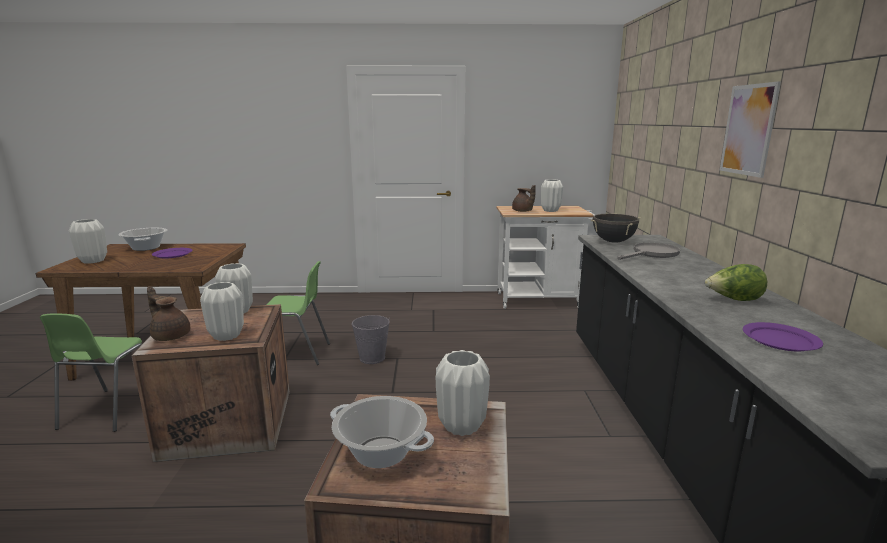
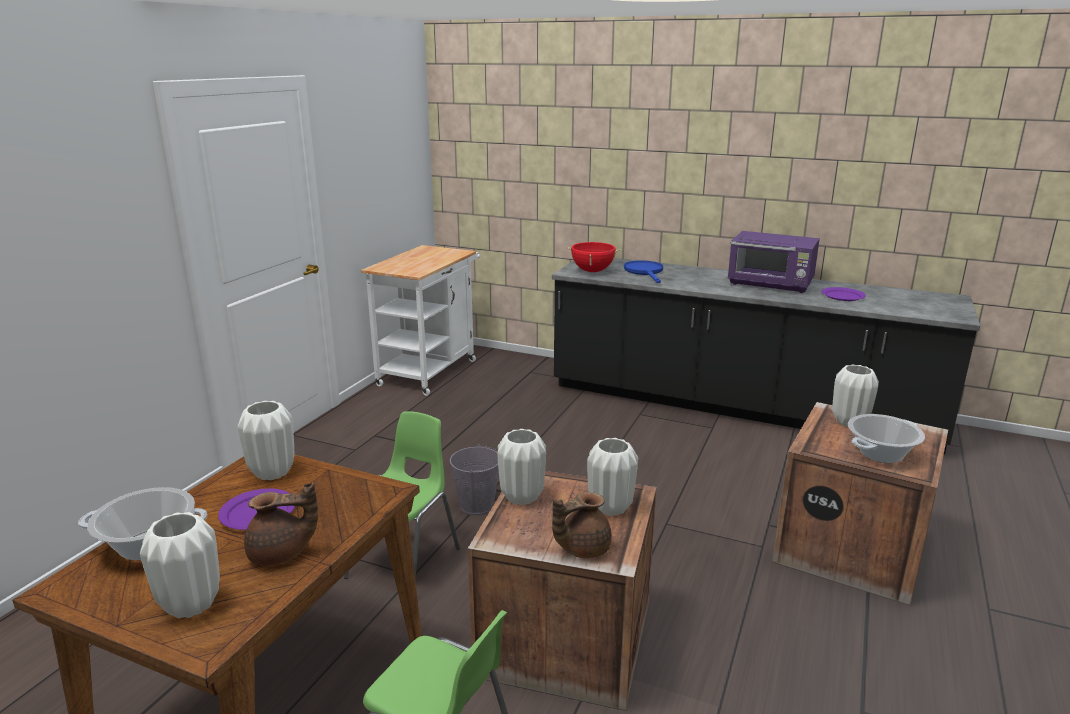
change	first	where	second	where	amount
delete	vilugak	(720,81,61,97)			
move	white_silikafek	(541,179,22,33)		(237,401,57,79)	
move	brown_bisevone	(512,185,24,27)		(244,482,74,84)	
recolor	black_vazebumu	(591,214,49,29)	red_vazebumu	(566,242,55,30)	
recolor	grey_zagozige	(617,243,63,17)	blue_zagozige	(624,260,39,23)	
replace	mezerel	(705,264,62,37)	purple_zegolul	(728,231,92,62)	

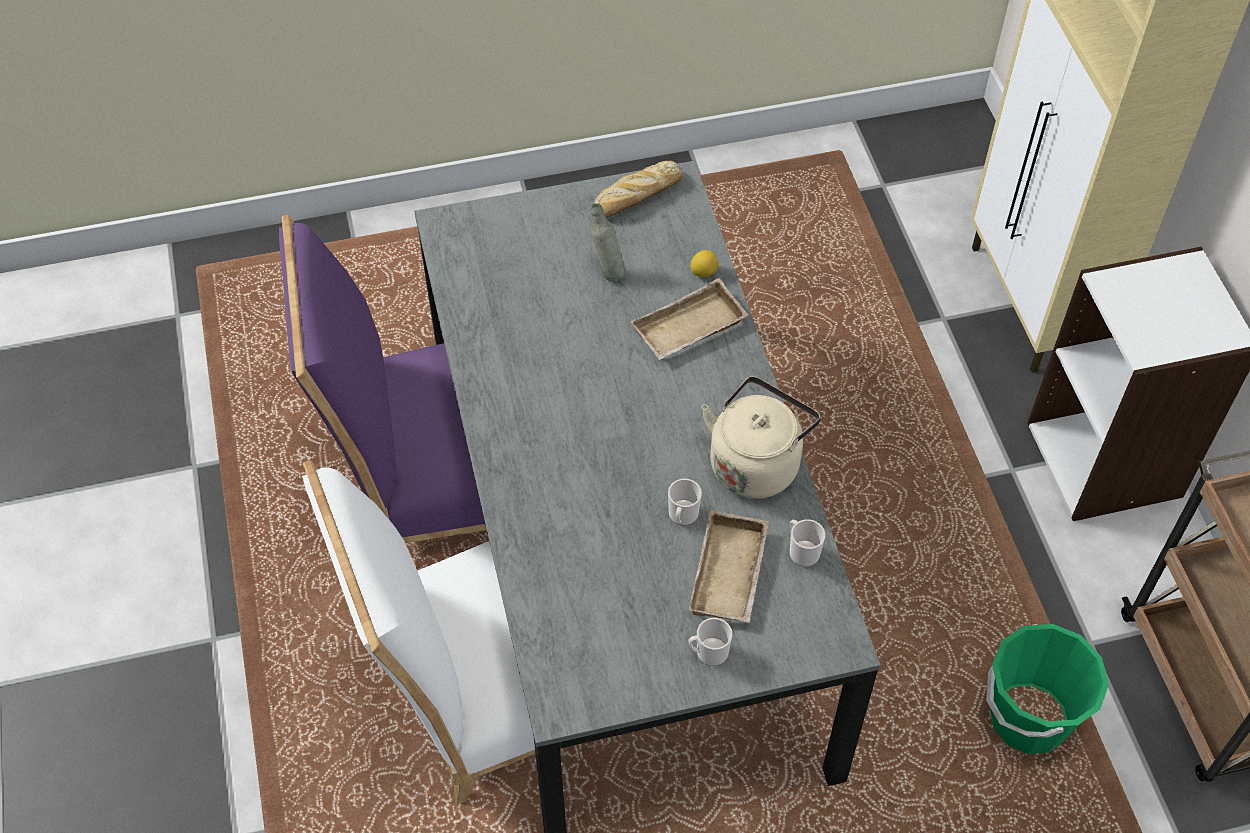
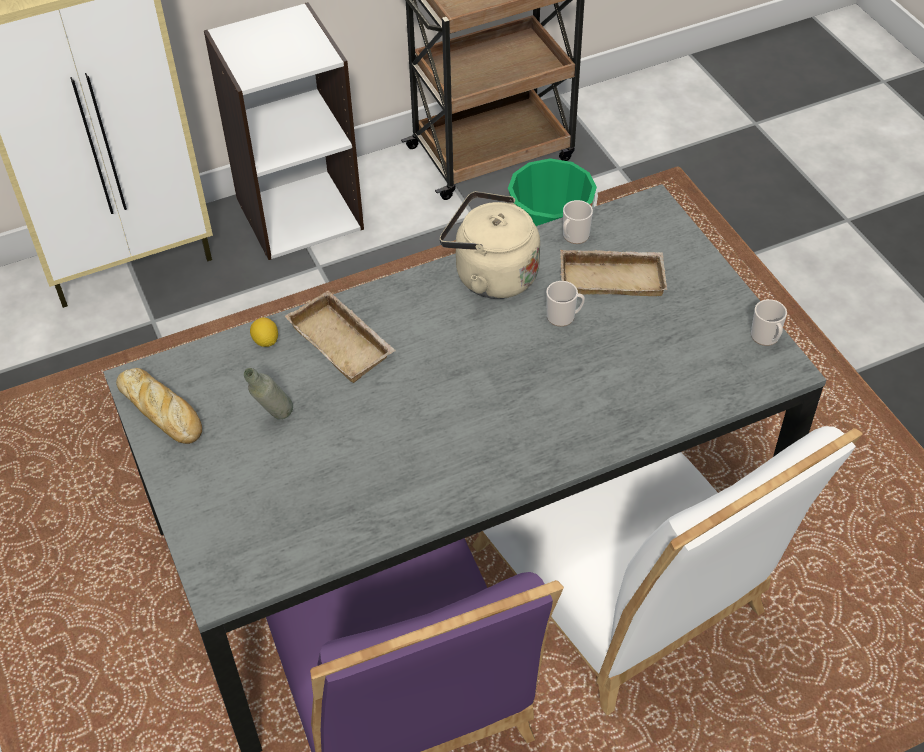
change	first	where	second	where	amount
move	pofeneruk	(689,618,43,48)		(751,299,36,47)	

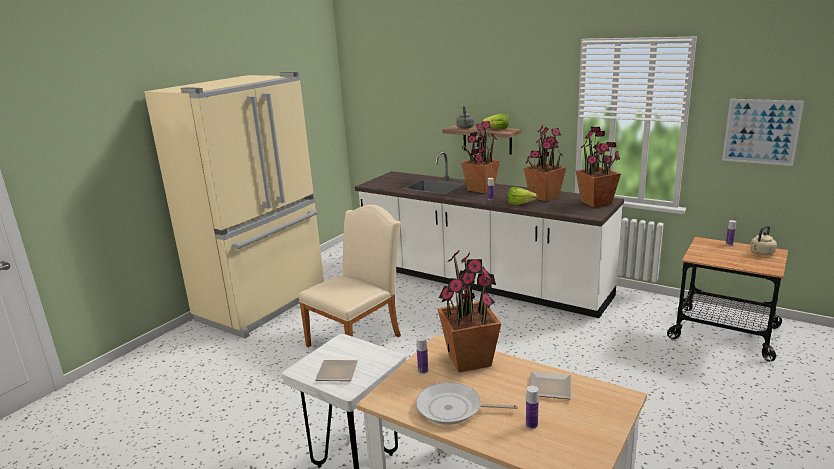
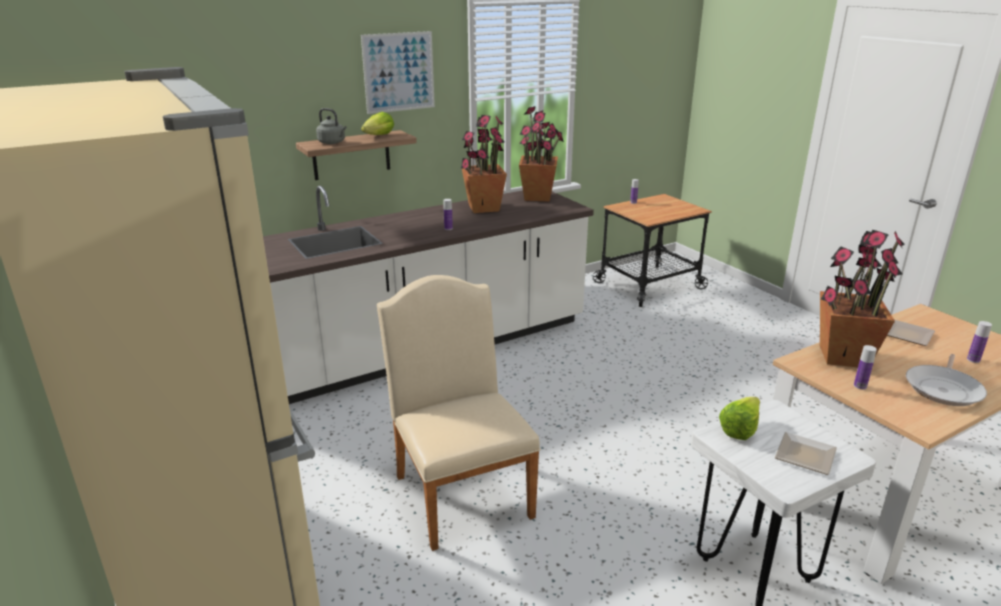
change	first	where	second	where	amount
move	vilugak	(722,99,82,67)		(361,31,74,83)	
delete	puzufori	(461,121,39,72)			
move	mezerel	(508,187,29,18)		(719,397,41,43)	
delete	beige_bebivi	(750,226,27,29)			

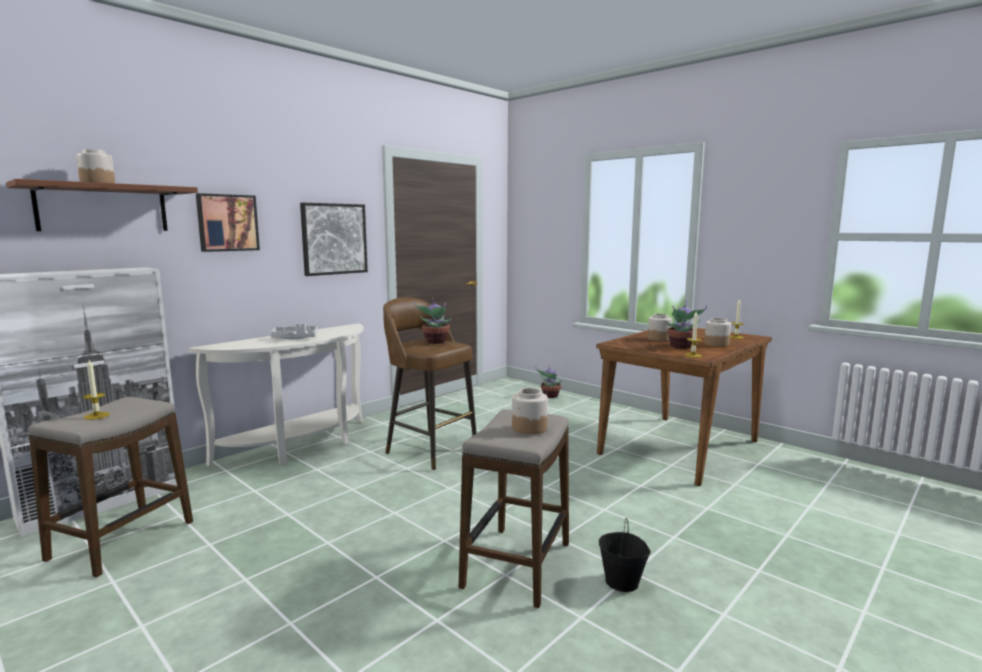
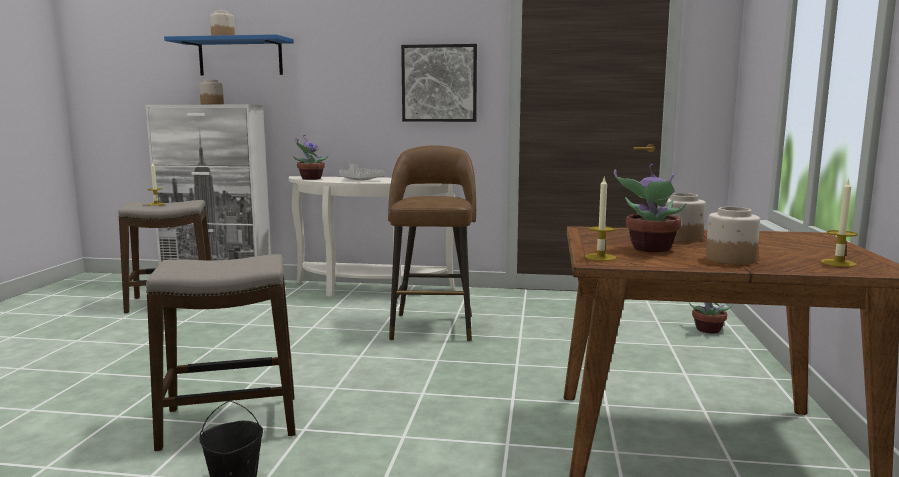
change	first	where	second	where	amount
recolor	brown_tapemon	(6,179,192,52)	blue_tapemon	(164,34,130,41)	
delete	vilugak	(196,193,64,59)			
move	puzufori	(414,298,38,46)		(292,135,37,45)	
move	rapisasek	(512,388,36,46)		(199,79,25,26)	

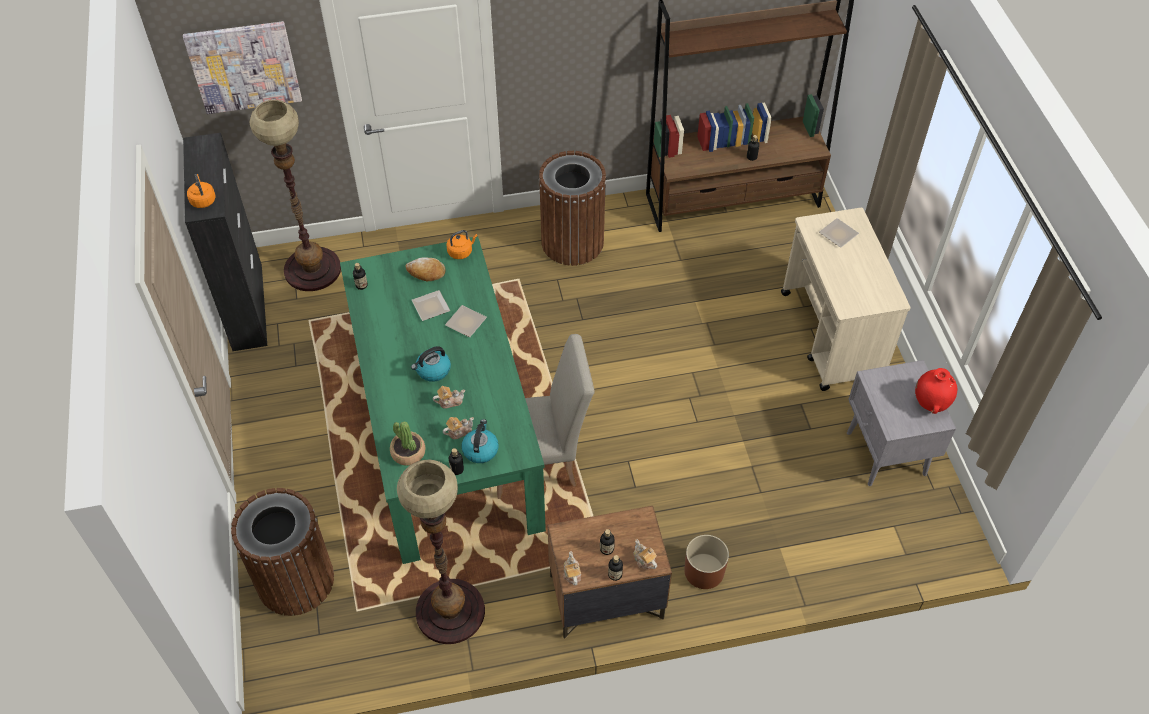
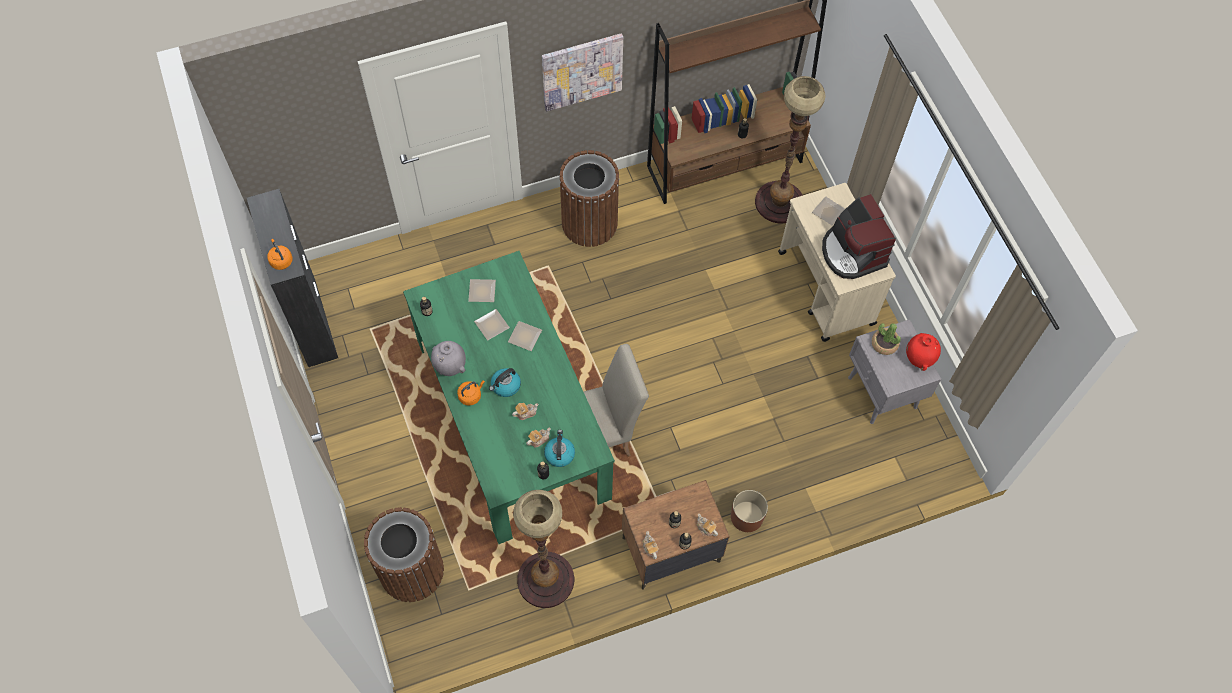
change	first	where	second	where	amount
move	vilugak	(183,21,119,93)		(542,33,81,79)	
move	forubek	(250,100,91,191)		(755,76,70,148)	
move	orange_bebivi	(447,230,31,29)		(457,380,28,26)	
replace	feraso	(405,257,41,24)	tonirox	(468,279,28,23)	
move	puzufori	(390,421,36,45)		(872,323,29,32)	
insert			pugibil	(822,194,74,85)	
insert			grey_silikafek	(431,341,35,35)	

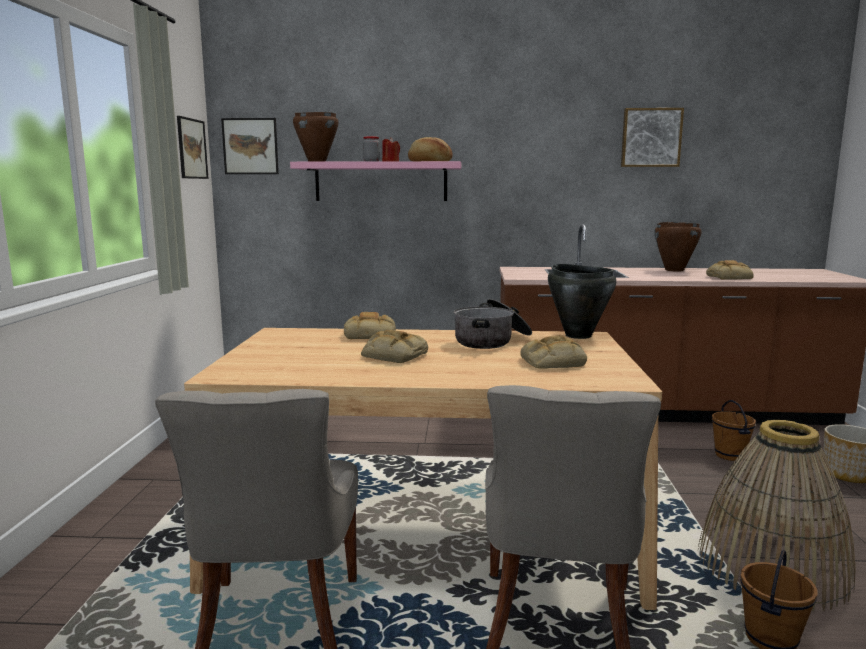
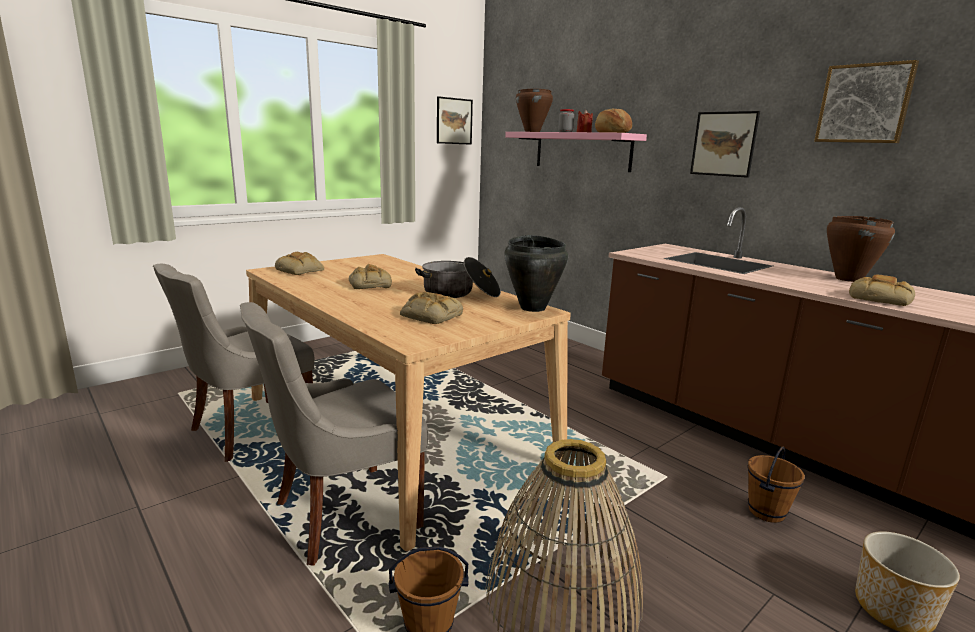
change	first	where	second	where	amount
move	vilugak	(221,118,58,56)		(690,111,70,67)	
move	feraso	(344,312,52,27)		(275,252,49,23)	

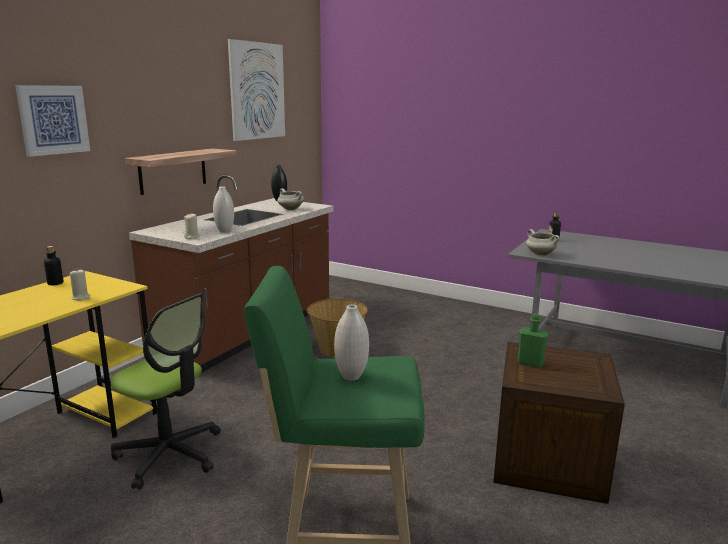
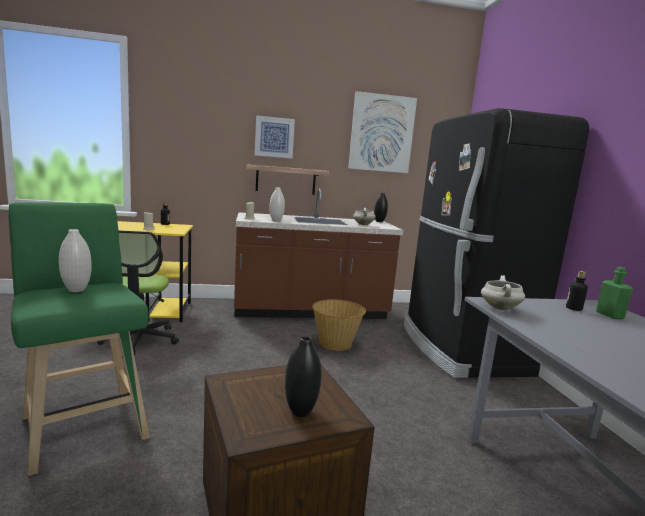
change	first	where	second	where	amount
move	vilugak	(15,85,75,72)		(255,115,40,44)	
move	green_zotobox	(517,313,32,55)		(596,267,37,52)	
insert			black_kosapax	(404,108,185,270)	
insert			black_silikafek	(285,336,37,81)	

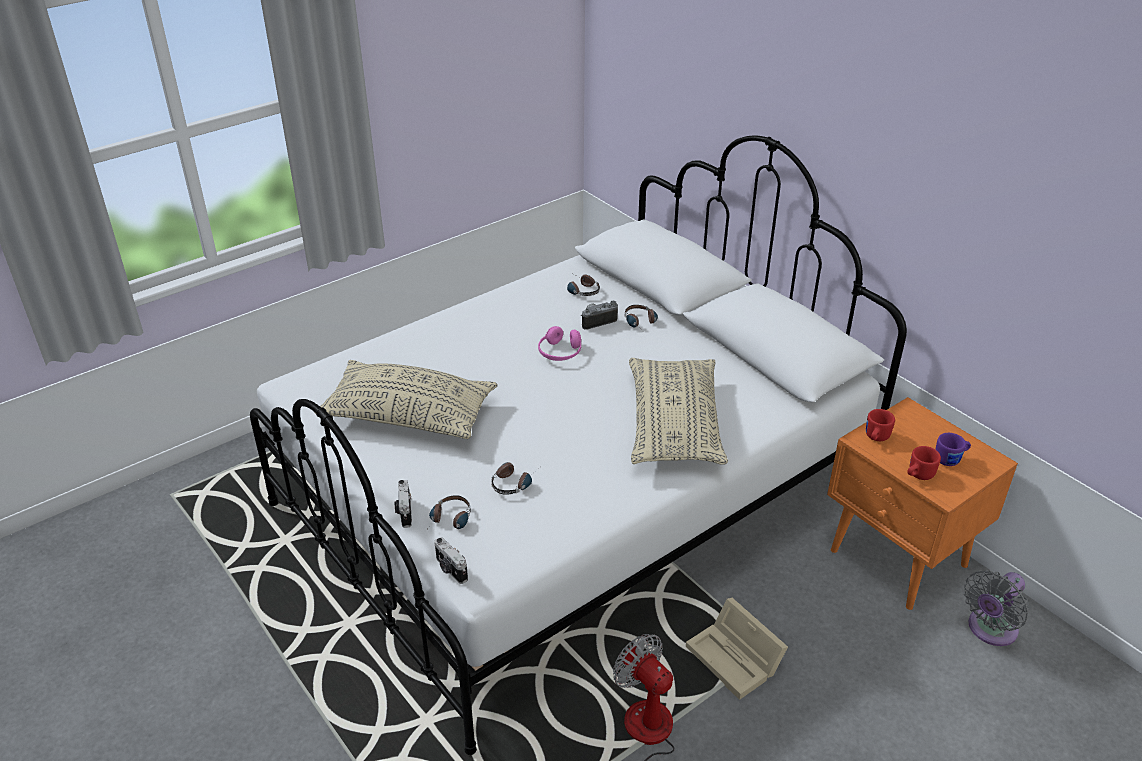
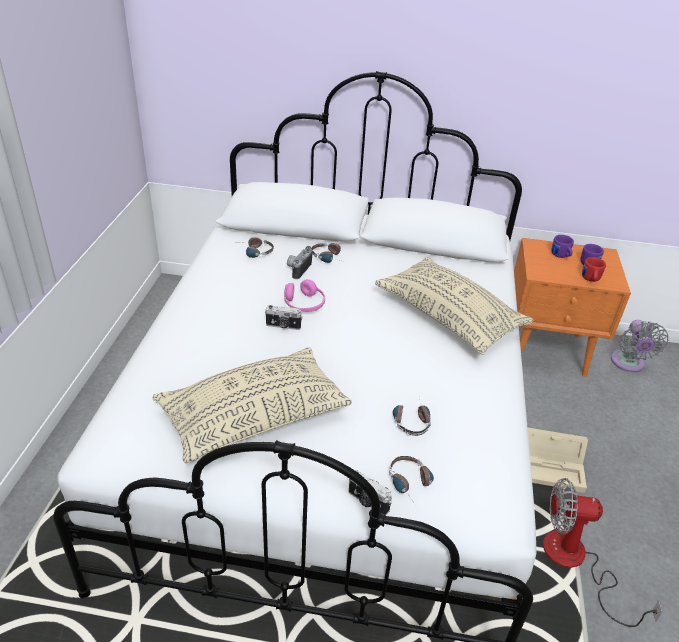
change	first	where	second	where	amount
delete	red_pofeneruk	(866,409,29,32)			
move	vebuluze	(434,537,34,47)		(265,305,38,25)	
insert			purple_pofeneruk	(551,235,23,23)	

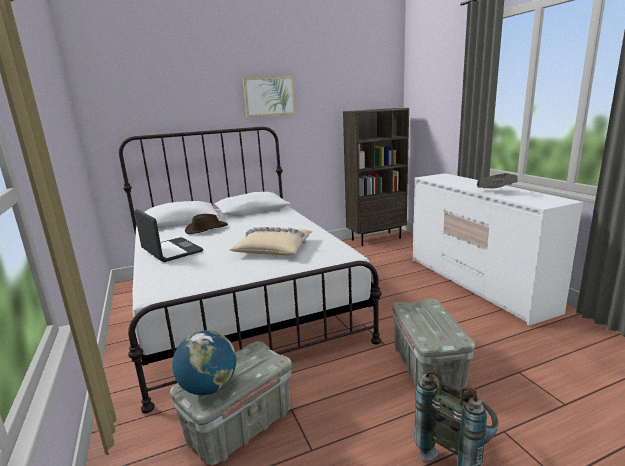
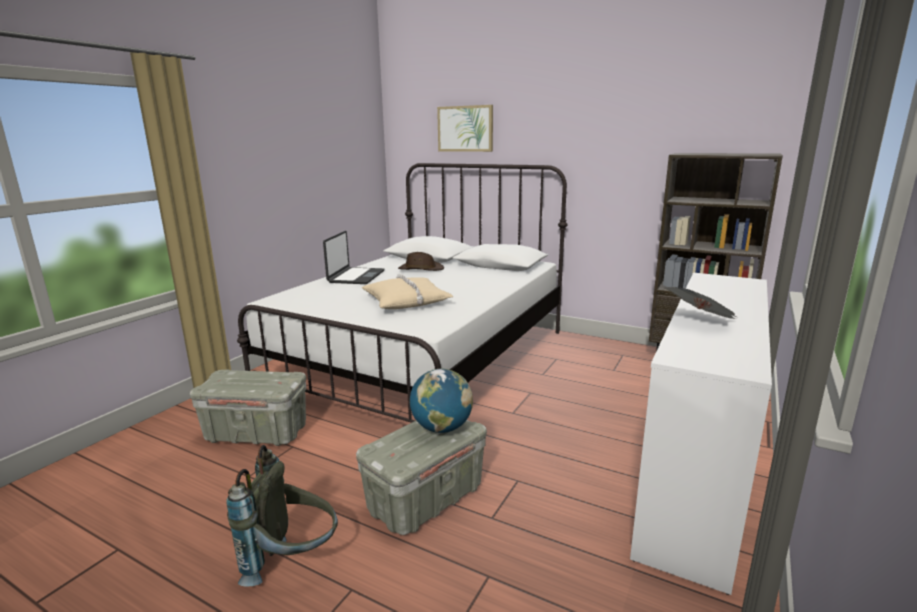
change	first	where	second	where	amount
move	vilugak	(243,76,52,41)		(437,105,56,47)	
move	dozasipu	(172,330,64,65)		(410,369,63,64)	

